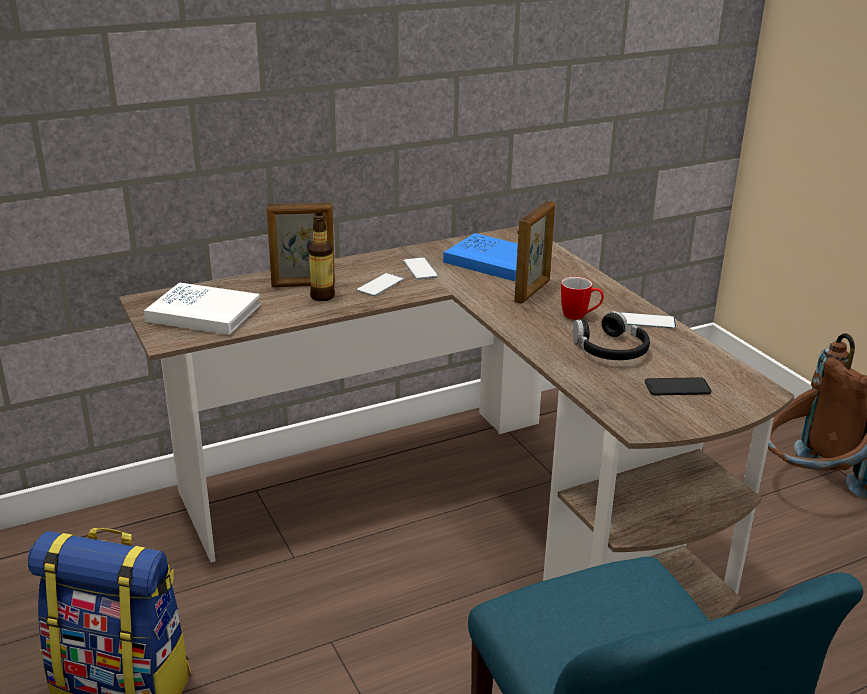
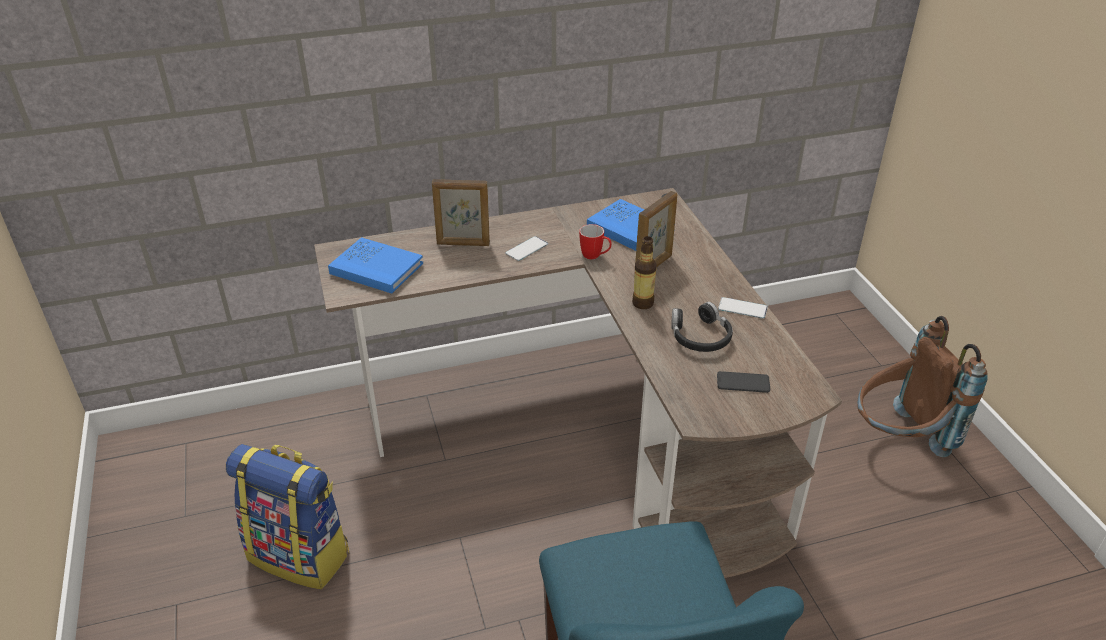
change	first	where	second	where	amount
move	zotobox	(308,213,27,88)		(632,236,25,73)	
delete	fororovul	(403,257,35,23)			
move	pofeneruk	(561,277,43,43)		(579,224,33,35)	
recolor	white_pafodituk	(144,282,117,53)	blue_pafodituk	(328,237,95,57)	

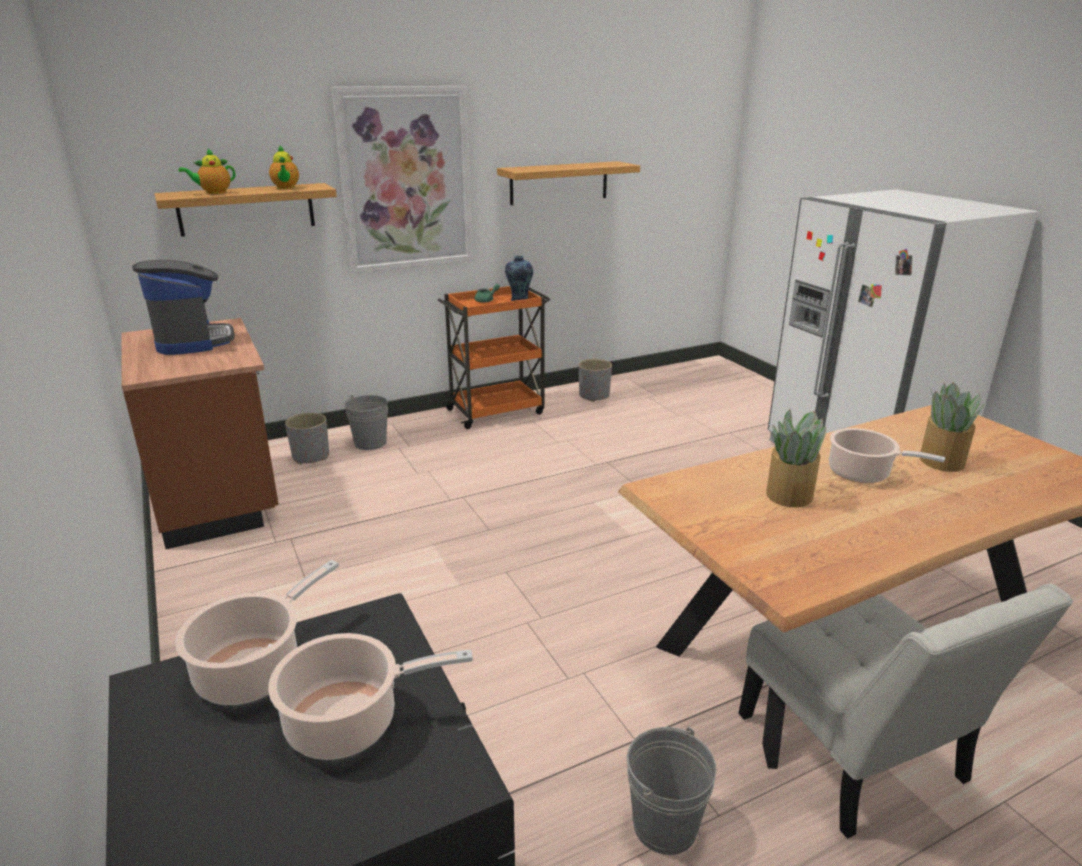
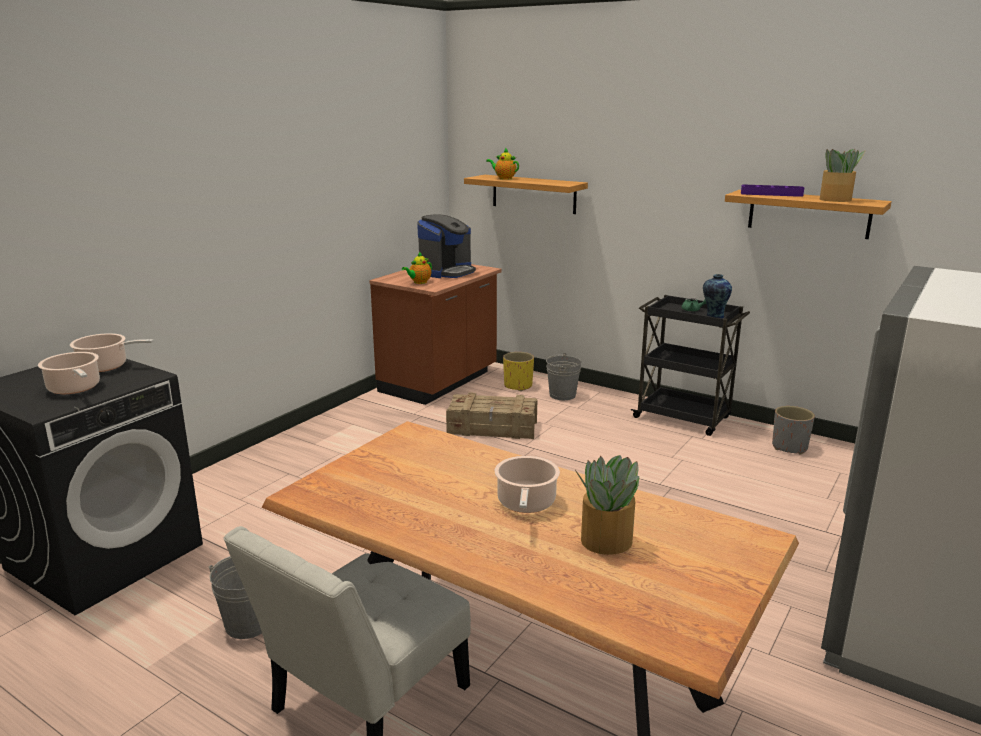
change	first	where	second	where	amount
delete	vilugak	(331,86,142,187)			
move	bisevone	(269,145,30,44)		(402,252,30,32)	
recolor	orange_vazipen	(438,286,113,143)	black_vazipen	(631,295,119,141)	
move	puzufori	(766,409,60,98)		(820,149,45,53)	
recolor	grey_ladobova	(285,413,44,52)	yellow_ladobova	(503,352,31,39)	
insert			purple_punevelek	(741,185,63,12)	
insert			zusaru	(446,392,91,47)	

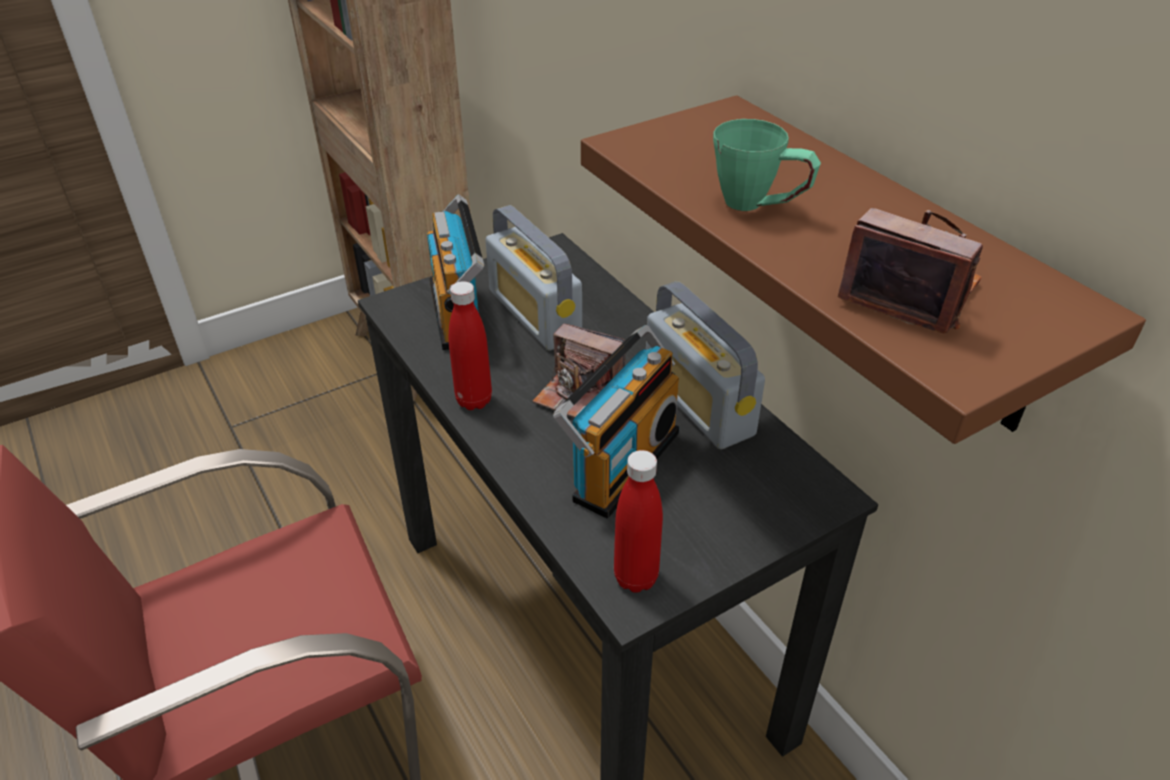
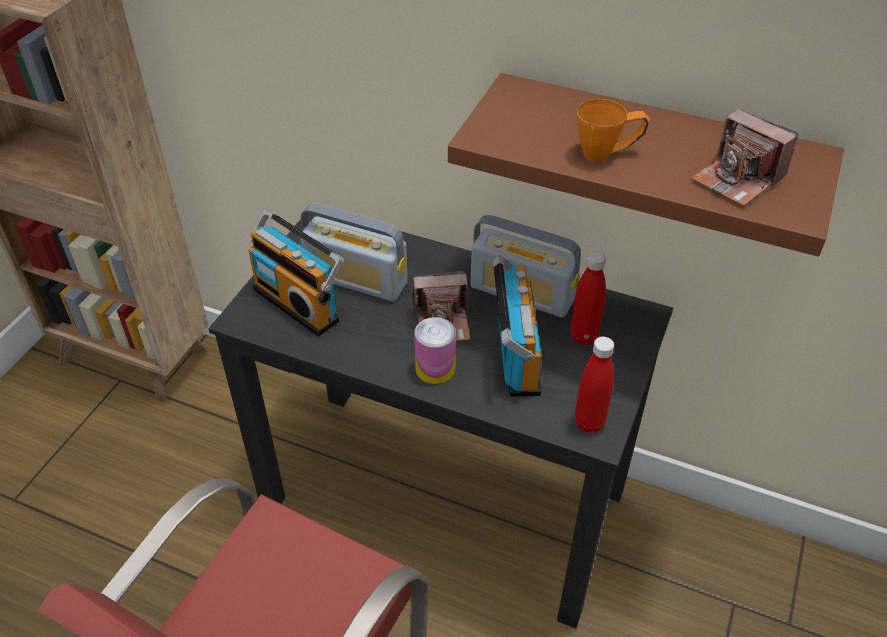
change	first	where	second	where	amount
recolor	green_pofeneruk	(713,119,108,92)	orange_pofeneruk	(576,99,74,63)	
rotate	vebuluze	(838,208,145,126)		(691,109,108,97)	135 degrees counterclockwise
move	red_zotobox	(449,281,43,129)		(570,251,36,94)	
insert			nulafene	(414,317,42,67)	

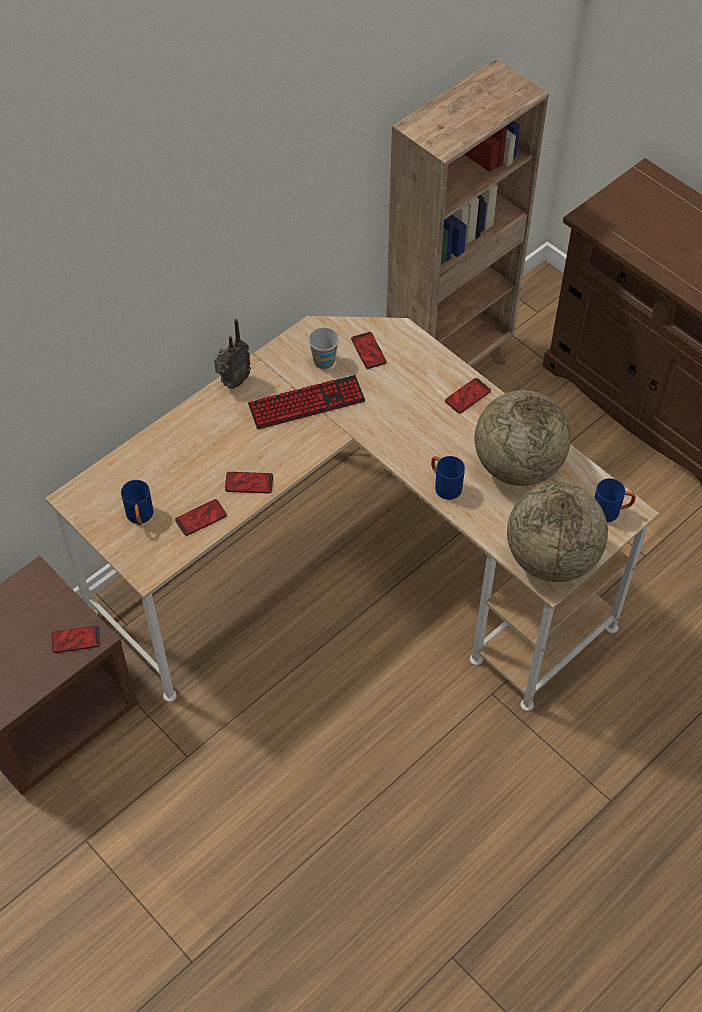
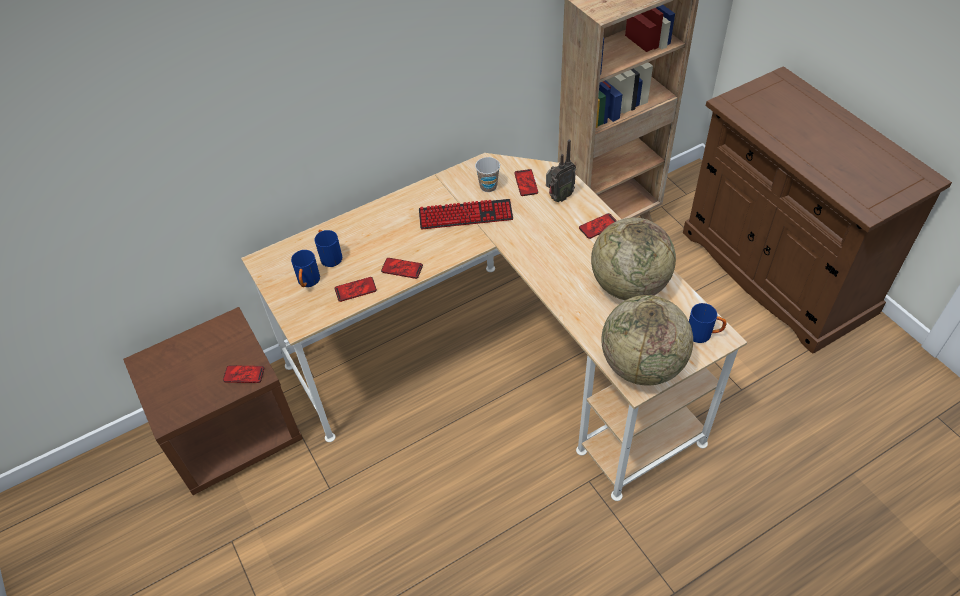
change	first	where	second	where	amount
move	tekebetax	(214,319,37,70)		(546,140,30,62)	
move	blue_pofeneruk	(431,456,34,44)		(314,230,28,37)	

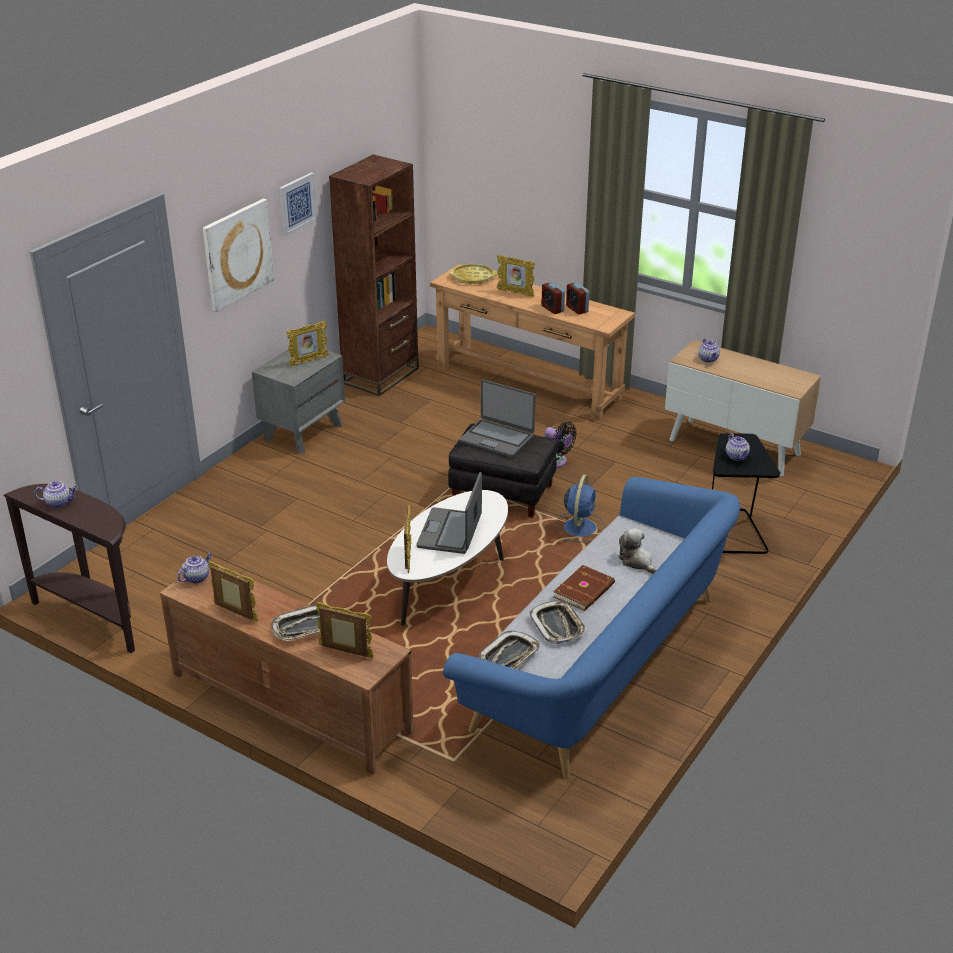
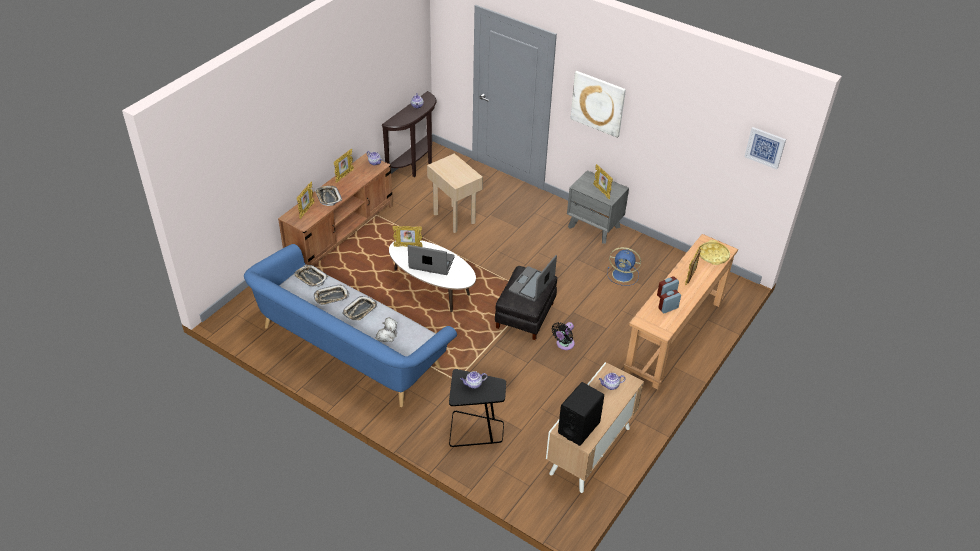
change	first	where	second	where	amount
delete	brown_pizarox	(329,155,90,241)			
move	vilugak	(279,173,38,63)		(744,127,42,42)	
move	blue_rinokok	(555,475,50,67)		(607,247,34,39)	
replace	brown_pafodituk	(554,565,61,46)	punevelek	(343,296,34,24)	
insert			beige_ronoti	(427,153,56,80)	
insert			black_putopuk	(558,382,46,64)	

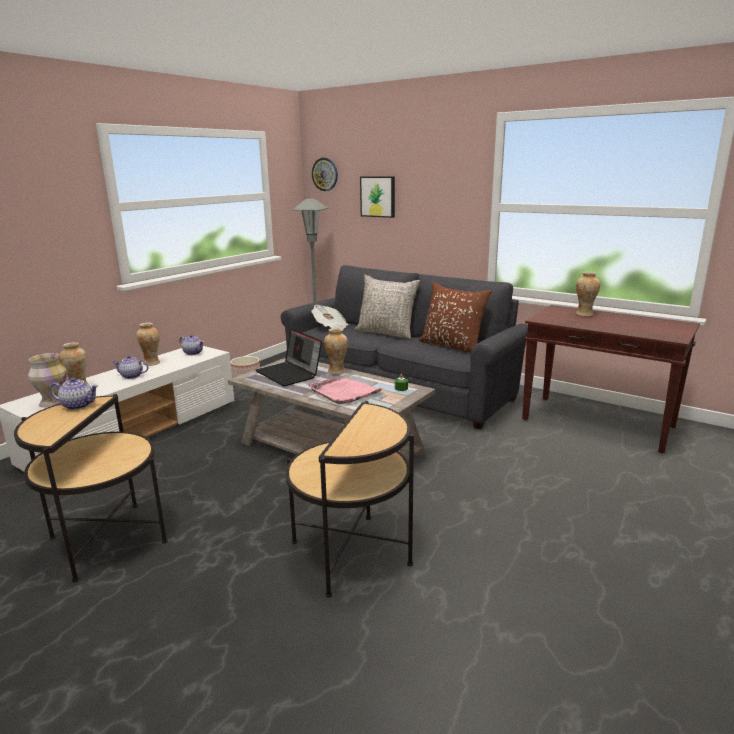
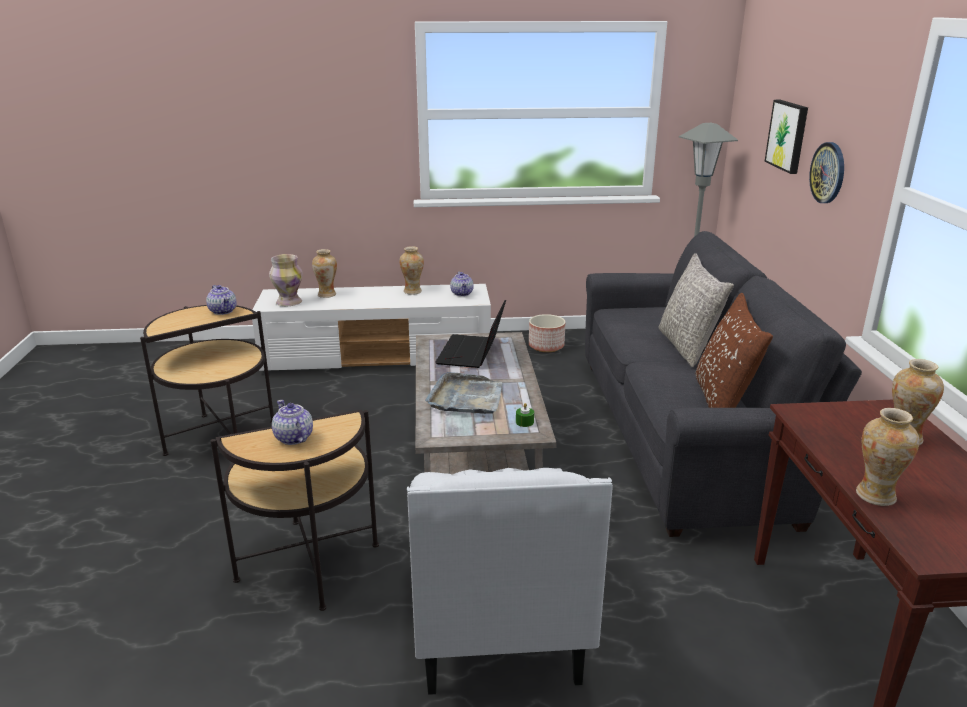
change	first	where	second	where	amount
move	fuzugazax	(312,158,26,33)		(809,142,35,61)	
delete	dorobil	(311,305,38,26)			
move	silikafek	(324,328,24,47)		(856,408,64,98)	
move	bisevone	(112,356,36,23)		(272,400,41,45)	
recolor	pink_punevelek	(309,378,73,26)	grey_punevelek	(425,372,77,42)	
insert			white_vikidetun	(407,468,206,227)	

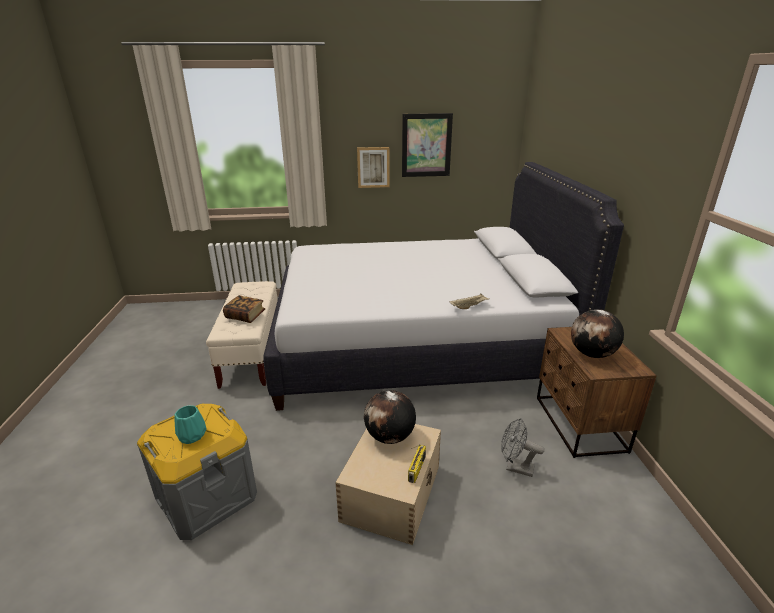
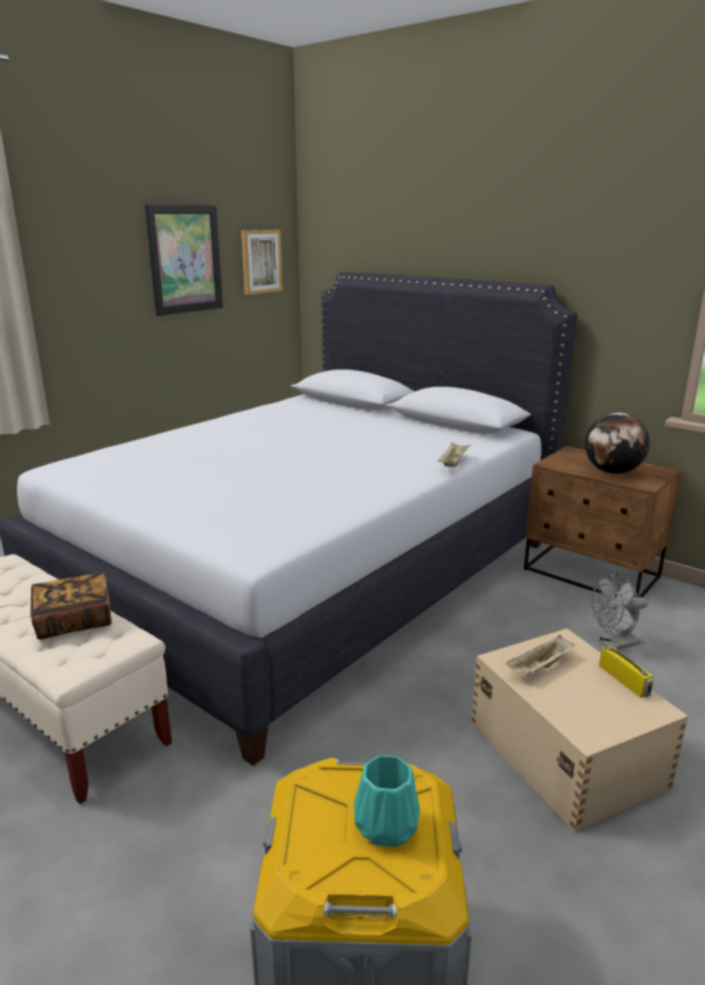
change	first	where	second	where	amount
move	vilugak	(357,147,33,41)		(241,230,42,65)	
replace	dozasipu	(364,390,52,54)	beige_punevelek	(506,635,69,40)	

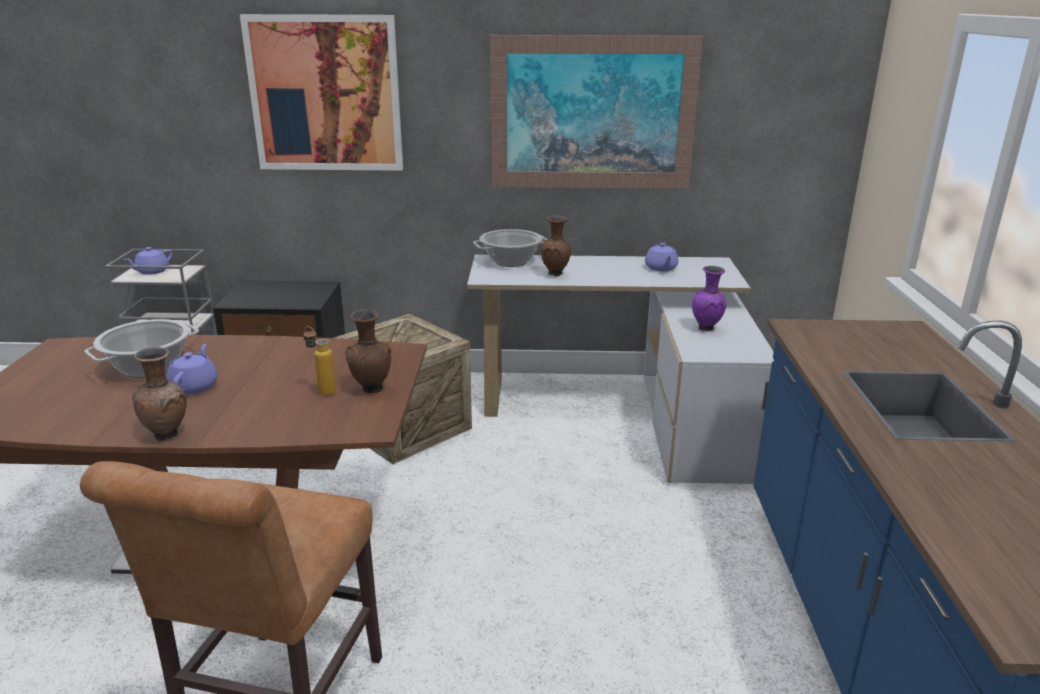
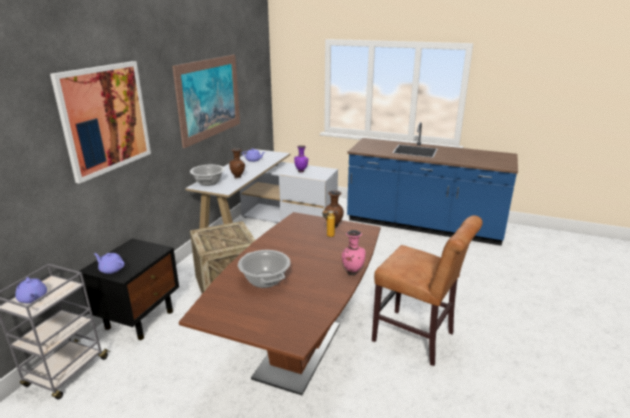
change	first	where	second	where	amount
move	purple_bisevone	(166,344,52,50)		(94,253,31,21)	
recolor	brown_silikafek	(132,347,55,95)	pink_silikafek	(342,230,24,46)	

